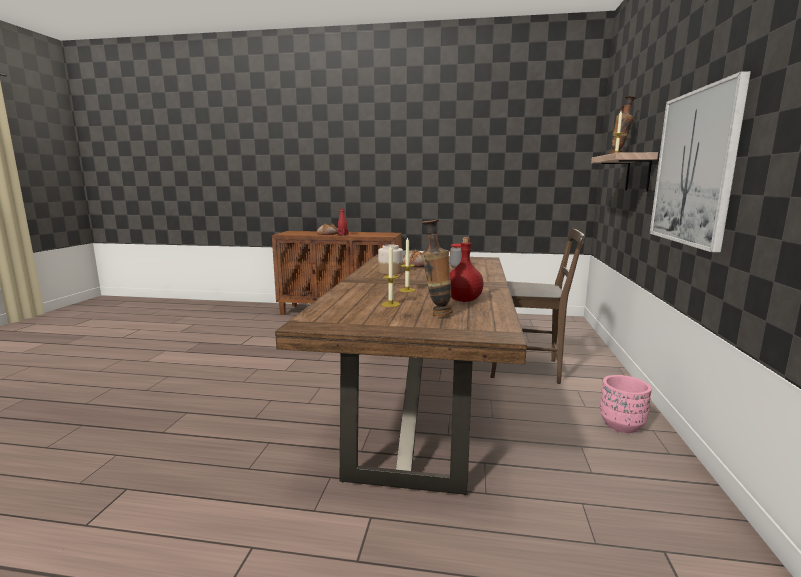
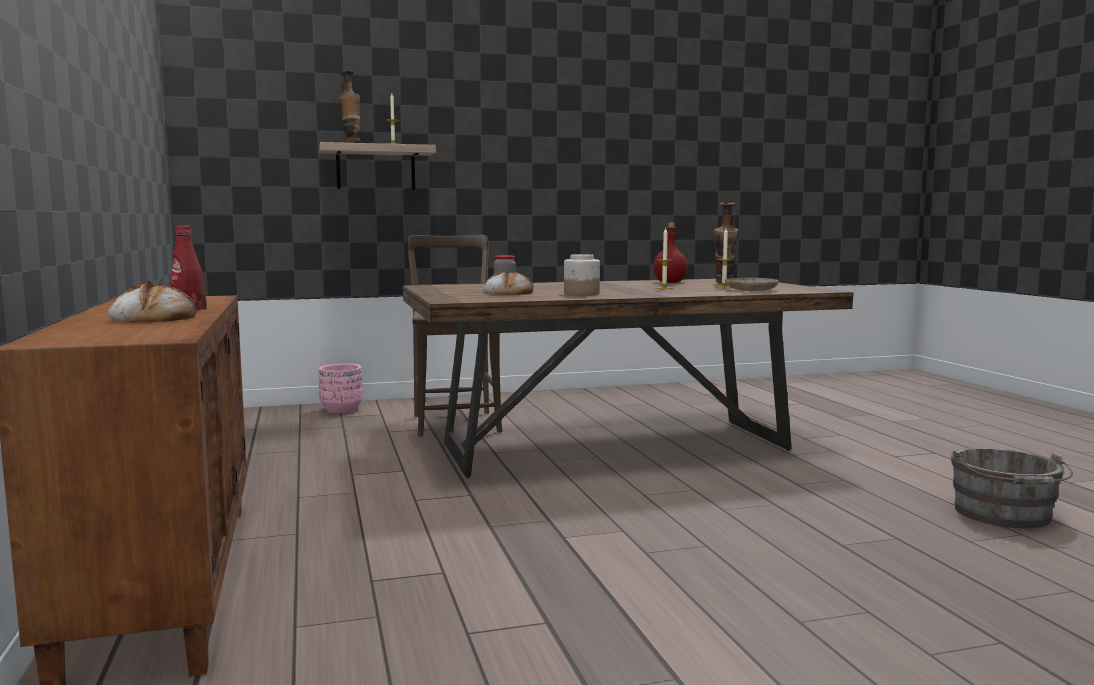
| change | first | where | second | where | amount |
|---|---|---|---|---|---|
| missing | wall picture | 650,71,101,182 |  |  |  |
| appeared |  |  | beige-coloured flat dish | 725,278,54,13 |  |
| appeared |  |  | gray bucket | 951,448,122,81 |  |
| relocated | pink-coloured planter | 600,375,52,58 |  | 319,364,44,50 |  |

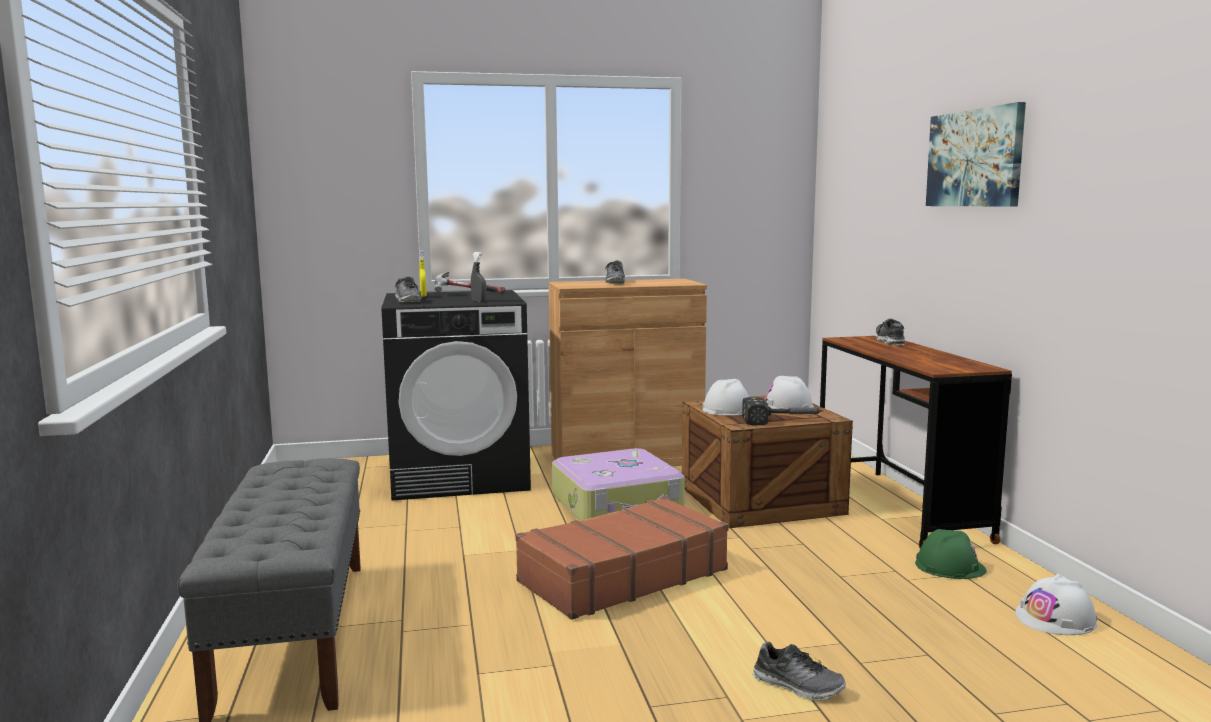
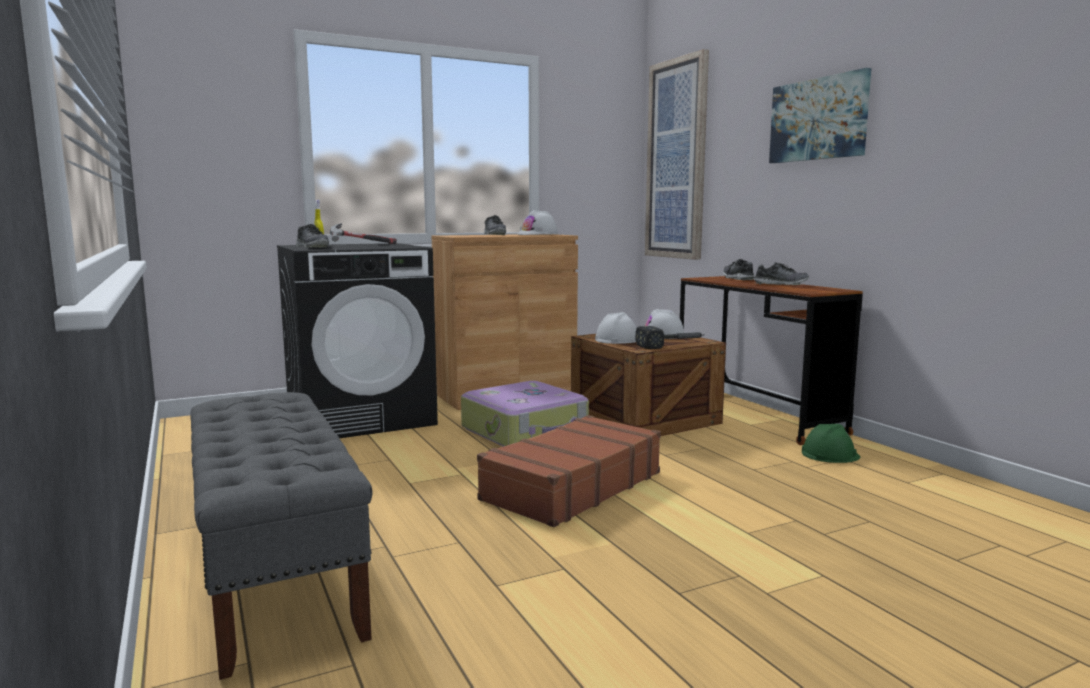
| change | first | where | second | where | amount |
|---|---|---|---|---|---|
| missing | gray sprayer | 471,252,15,50 |  |  |  |
| appeared |  |  | wall picture | 645,49,64,211 |  |
| relocated | shoe | 753,642,93,59 |  | 754,262,55,23 |  |
| relocated | white-coloured safety helmet | 1015,574,82,61 |  | 518,210,40,25 |  |

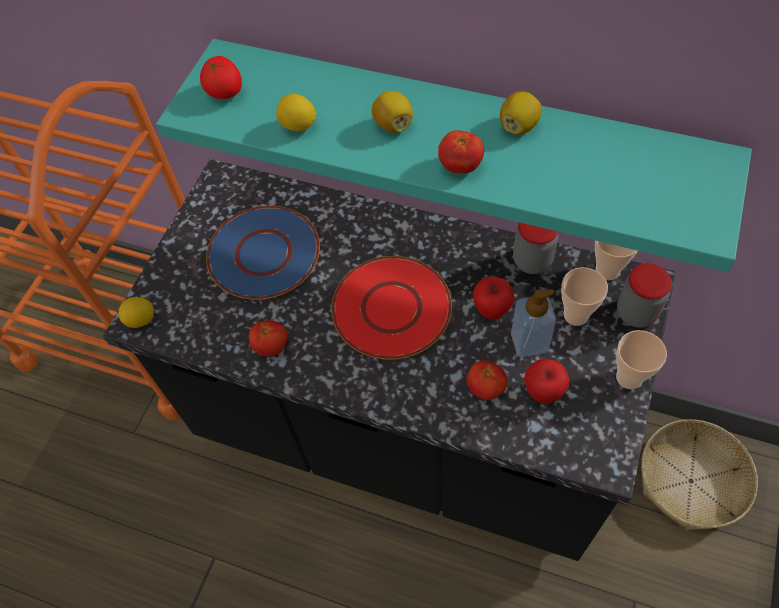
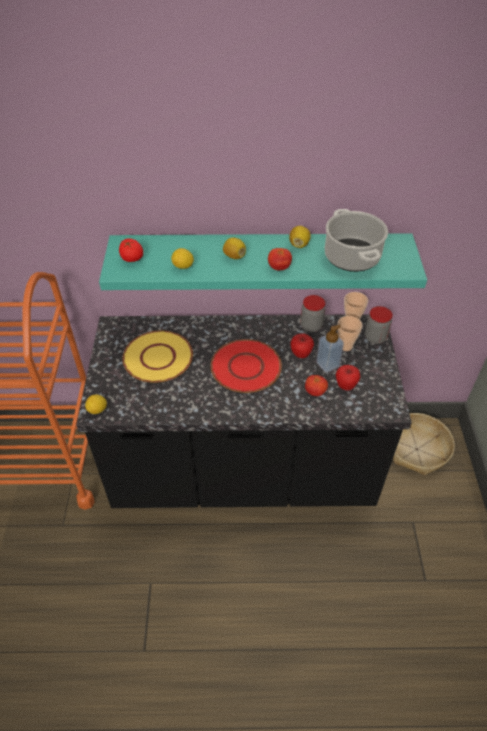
| change | first | where | second | where | amount |
|---|---|---|---|---|---|
| missing | whole tomato | 249,320,39,36 |  |  |  |
| missing | small cup | 616,330,51,59 |  |  |  |
| appeared |  |  | stockpot | 325,209,63,63 |  |
| colour | bluish flat dish | 206,206,114,94 | yellow-coloured flat dish | 123,331,70,52 |  |

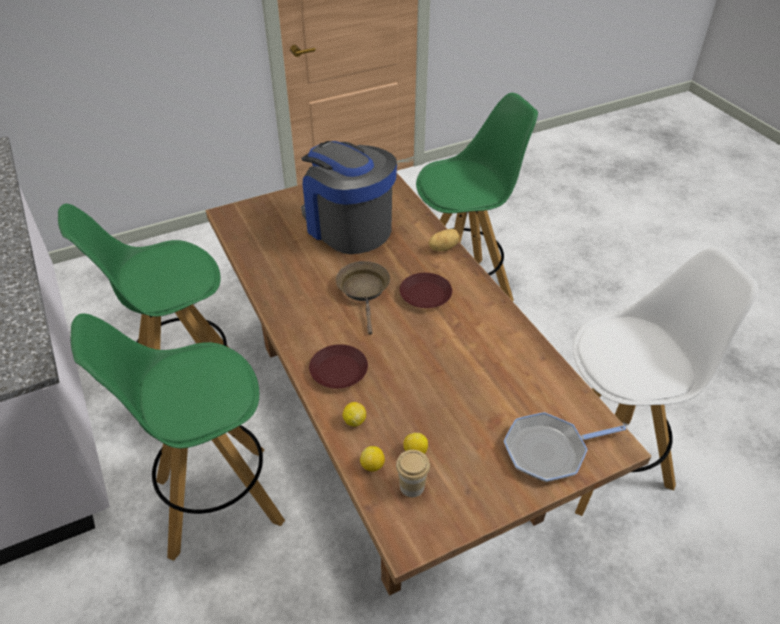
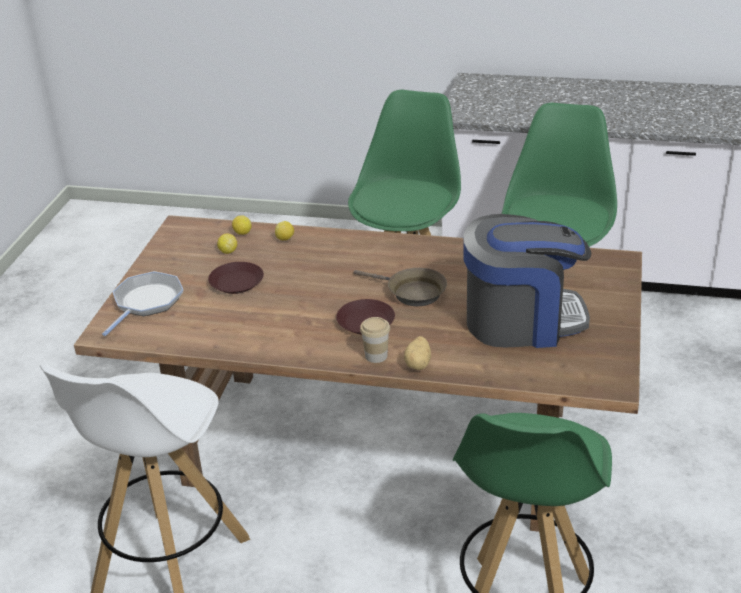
| change | first | where | second | where | amount |
|---|---|---|---|---|---|
| relocated | brown flat dish | 309,344,59,45 |  | 208,262,56,32 |  |
| relocated | small cup | 396,450,34,47 |  | 360,317,30,46 |  |

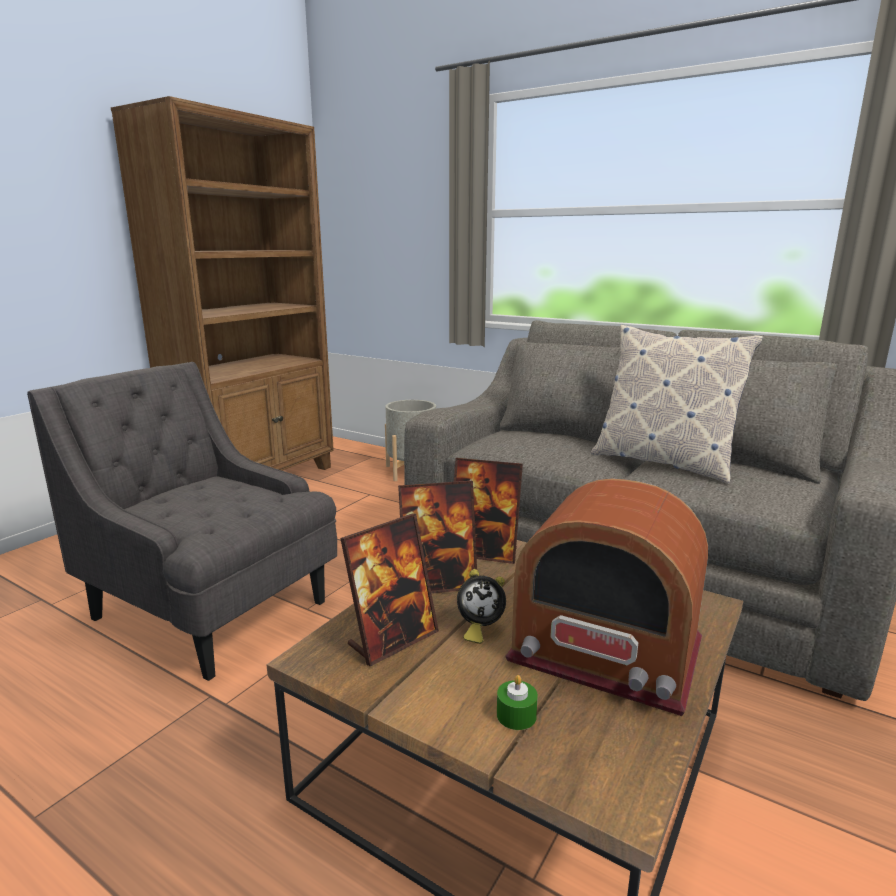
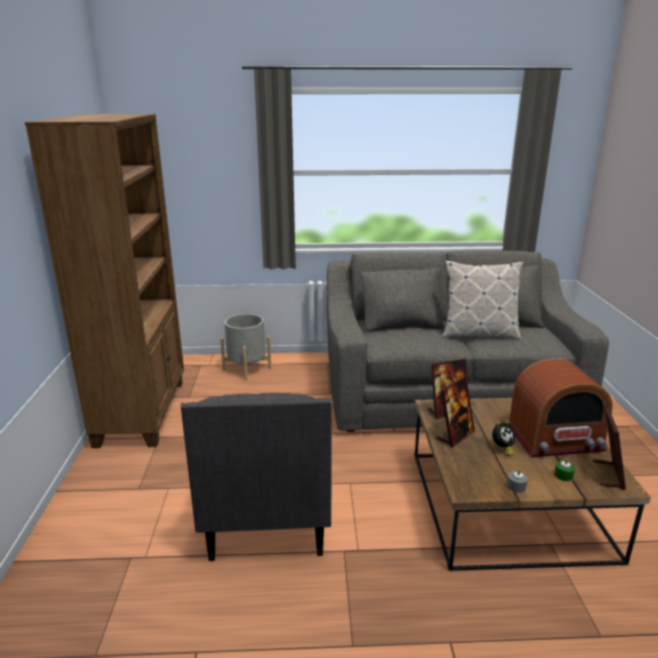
| change | first | where | second | where | amount |
|---|---|---|---|---|---|
| appeared |  |  | gray candle | 507,469,21,24 |  |
| relocated | standing frame | 340,513,99,153 |  | 593,408,33,82 |  |
| spun | gray lounge chair | 27,362,310,319 |  | 181,393,151,168 | 90 degrees counterclockwise |

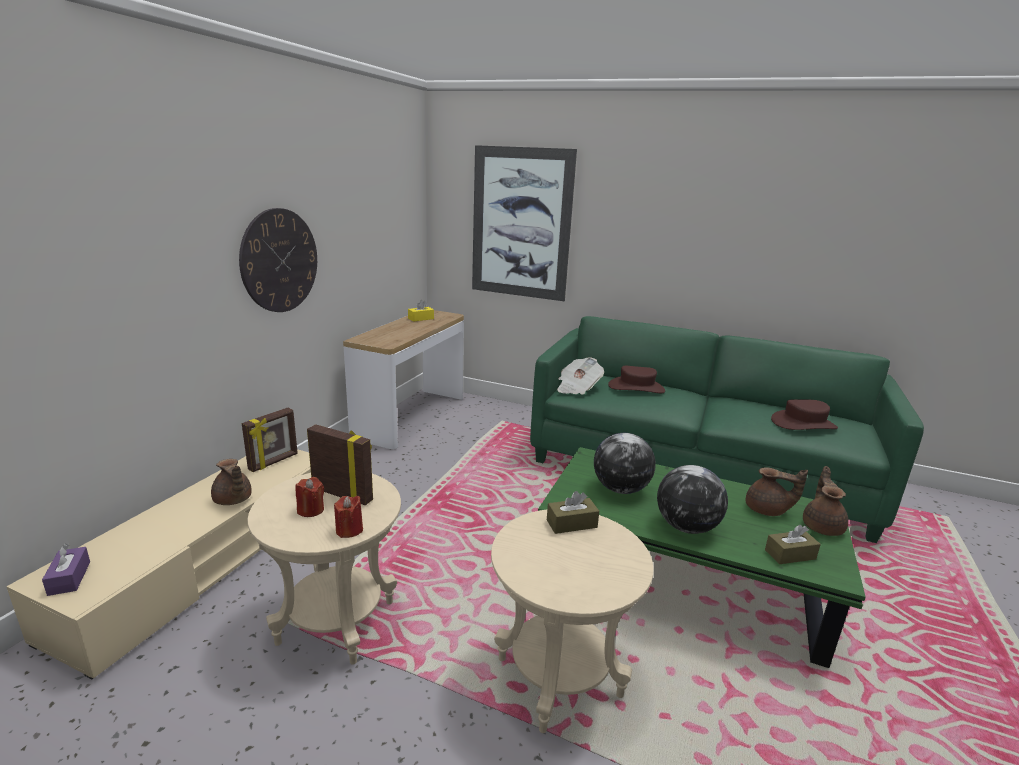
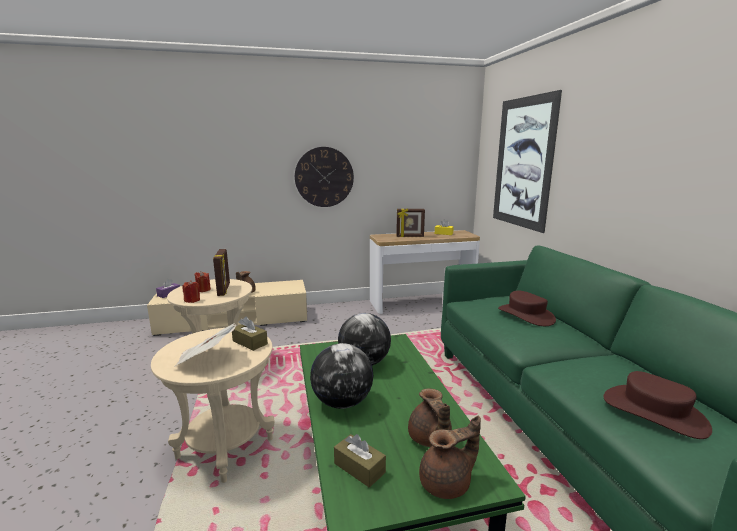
| change | first | where | second | where | amount |
|---|---|---|---|---|---|
| relocated | standing frame | 242,408,56,64 |  | 396,209,29,28 |  |
| relocated | printed paper | 557,357,47,38 |  | 174,323,62,44 |  |

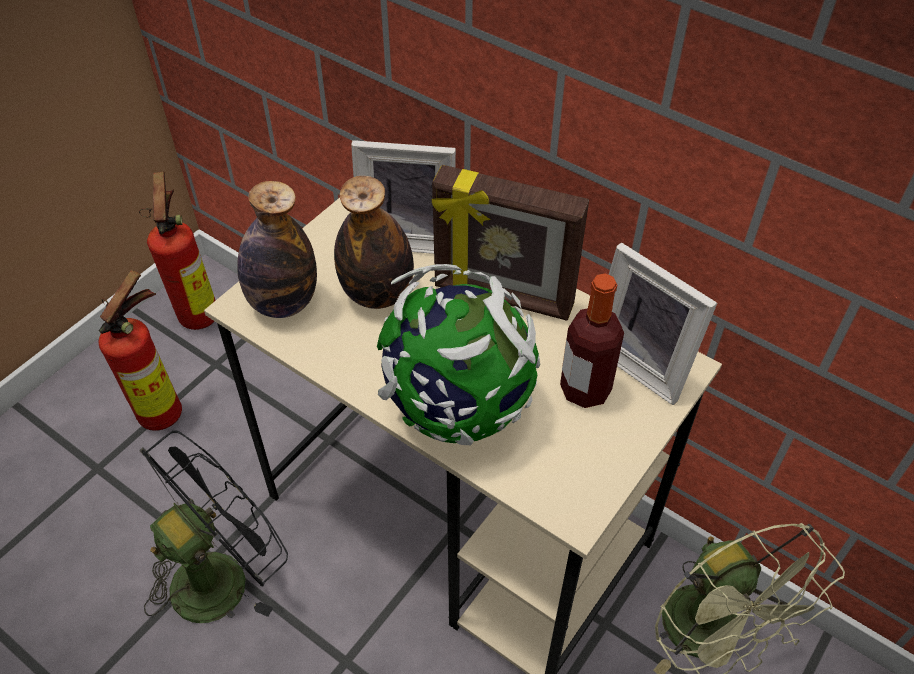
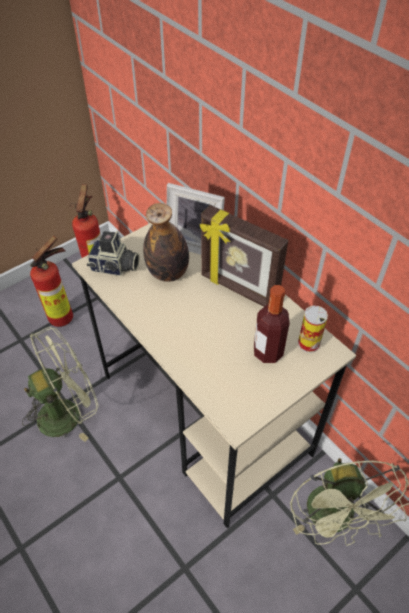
| change | first | where | second | where | amount |
|---|---|---|---|---|---|
| missing | world globe | 377,264,163,181 |  |  |  |
| exchanged | beverage bottle | 237,181,80,137 | photo camera | 87,231,53,45 |  |
| exchanged | standing frame | 609,243,108,162 | sealed can | 298,305,30,48 |  |
| colour | black-coloured cooling fan | 139,430,149,193 | greenish cooling fan | 22,327,77,115 |  |

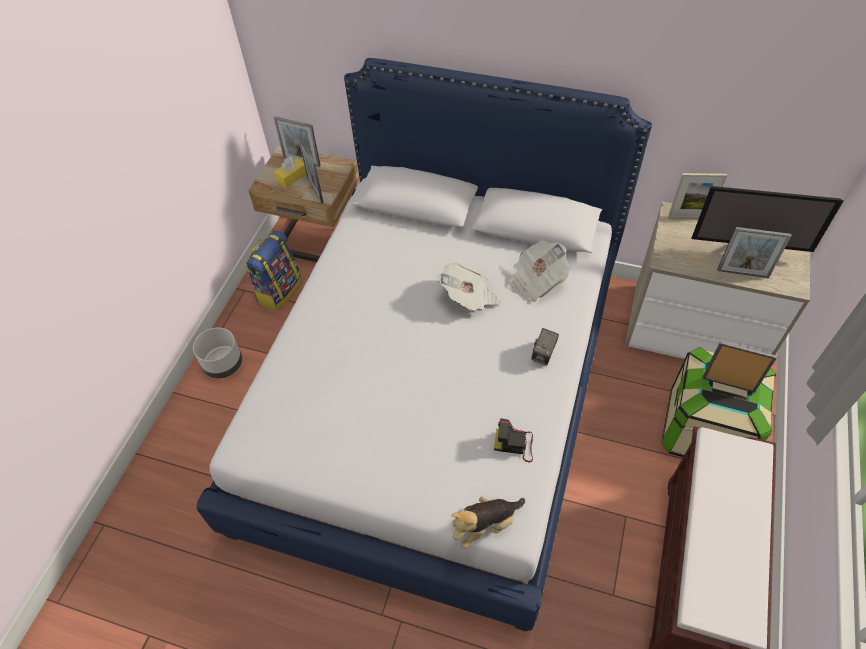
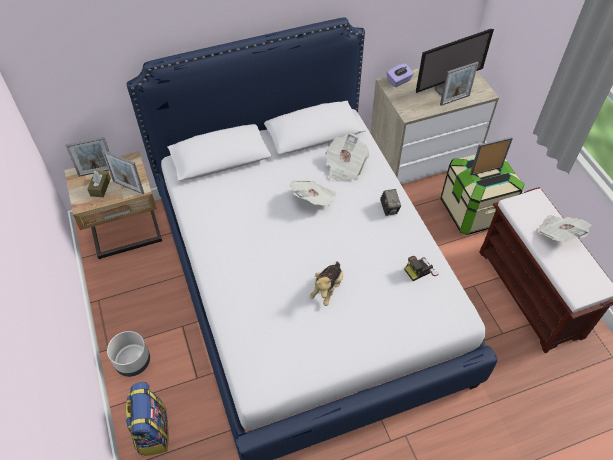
| change | first | where | second | where | amount |
|---|---|---|---|---|---|
| appeared |  |  | printed paper | 536,215,56,27 |  |
| relocated | rucksack | 247,230,55,81 |  | 125,382,44,74 |  |
| relocated | soft toy | 452,497,73,51 |  | 310,261,33,45 |  |
| exchanged | standing frame | 668,173,59,46 | purple-coloured tissue box | 387,63,27,24 |  |
| colour | yellow-coloured tissue box | 274,157,32,31 | brown tissue box | 87,170,24,27 |  |

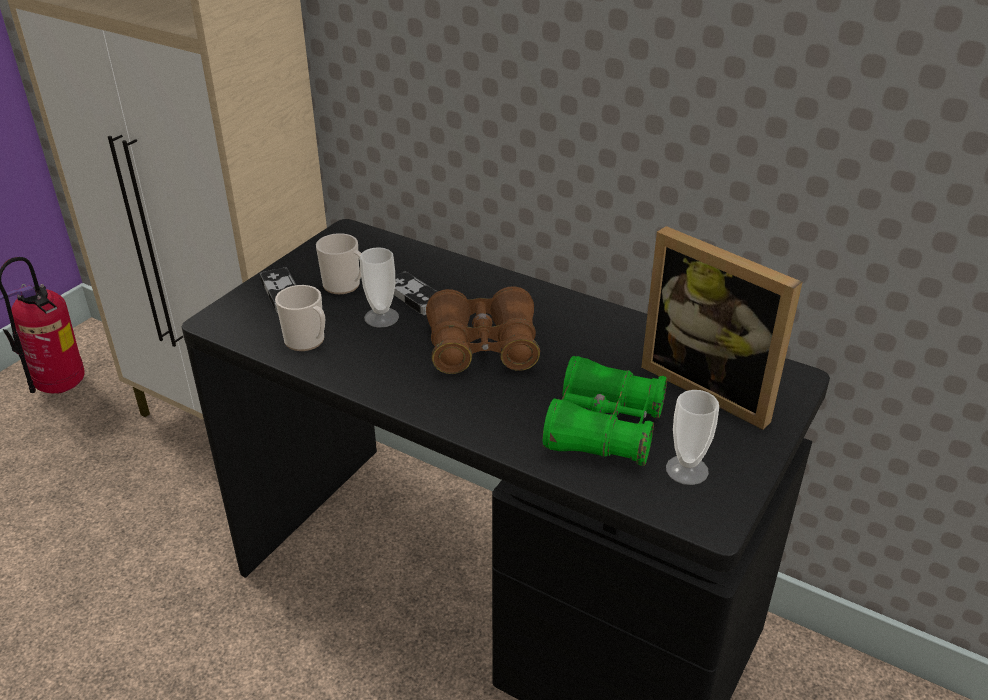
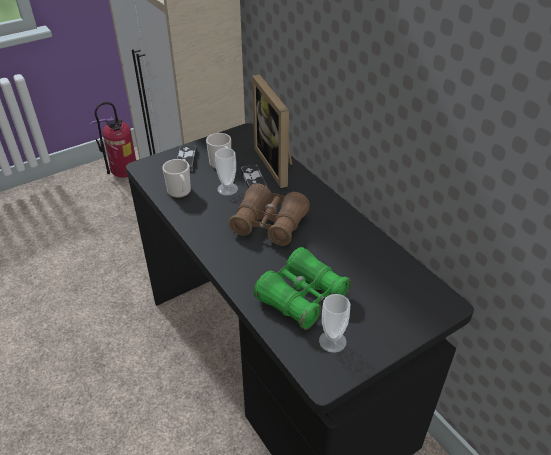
| change | first | where | second | where | amount |
|---|---|---|---|---|---|
| relocated | standing frame | 641,226,161,204 |  | 252,74,40,114 |  |

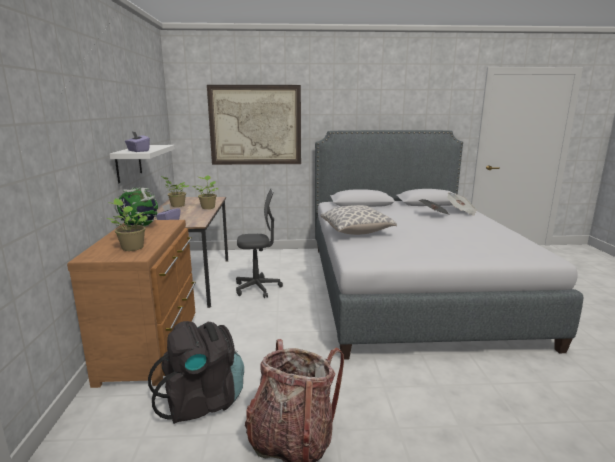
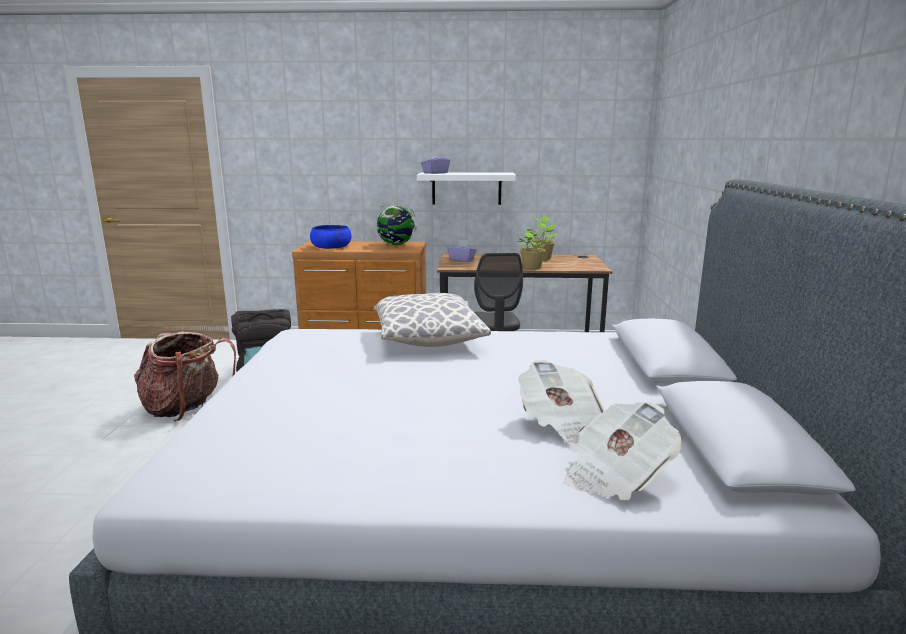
| change | first | where | second | where | amount |
|---|---|---|---|---|---|
| missing | wall picture | 207,85,94,80 |  |  |  |
| exchanged | potted plant | 106,198,42,53 | bluish deep dish | 310,225,42,24 |  |

